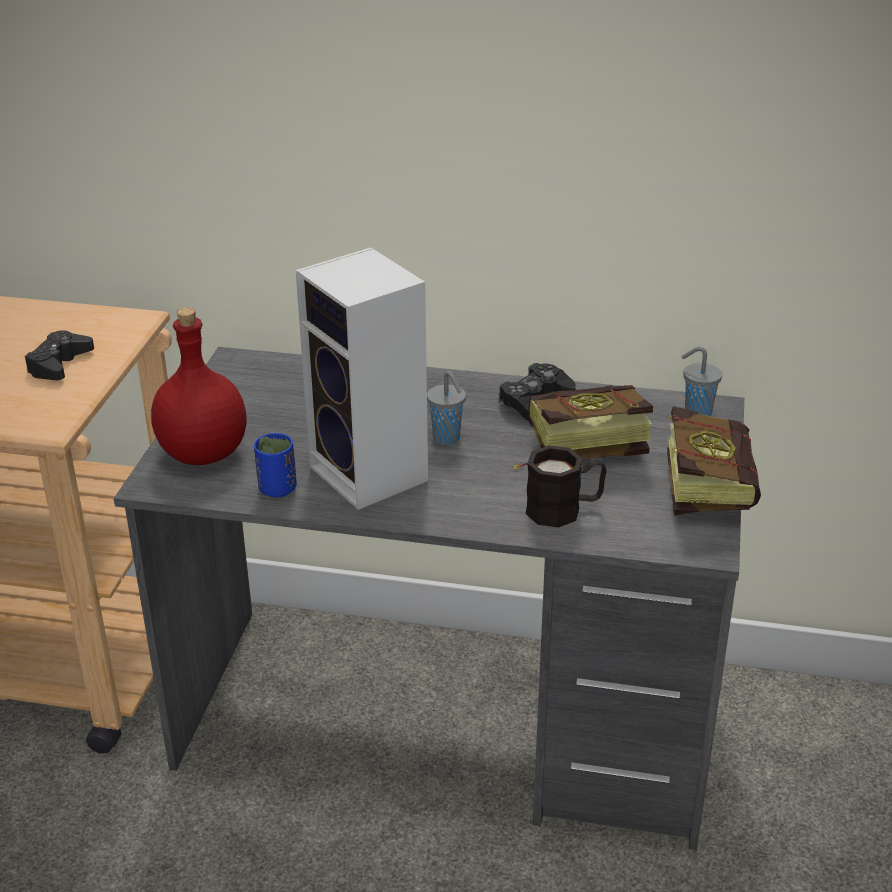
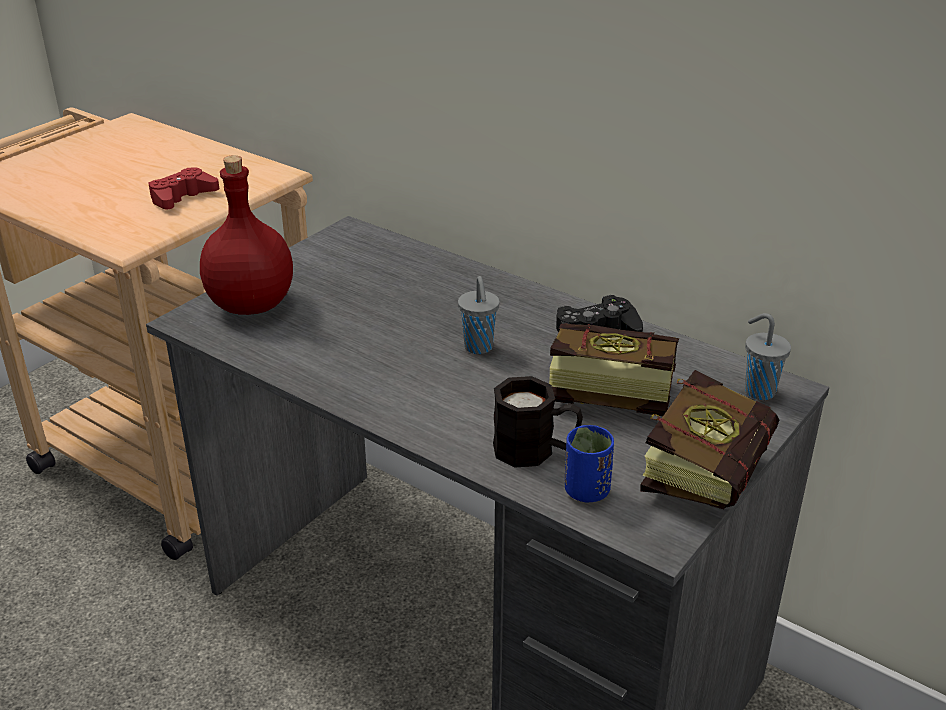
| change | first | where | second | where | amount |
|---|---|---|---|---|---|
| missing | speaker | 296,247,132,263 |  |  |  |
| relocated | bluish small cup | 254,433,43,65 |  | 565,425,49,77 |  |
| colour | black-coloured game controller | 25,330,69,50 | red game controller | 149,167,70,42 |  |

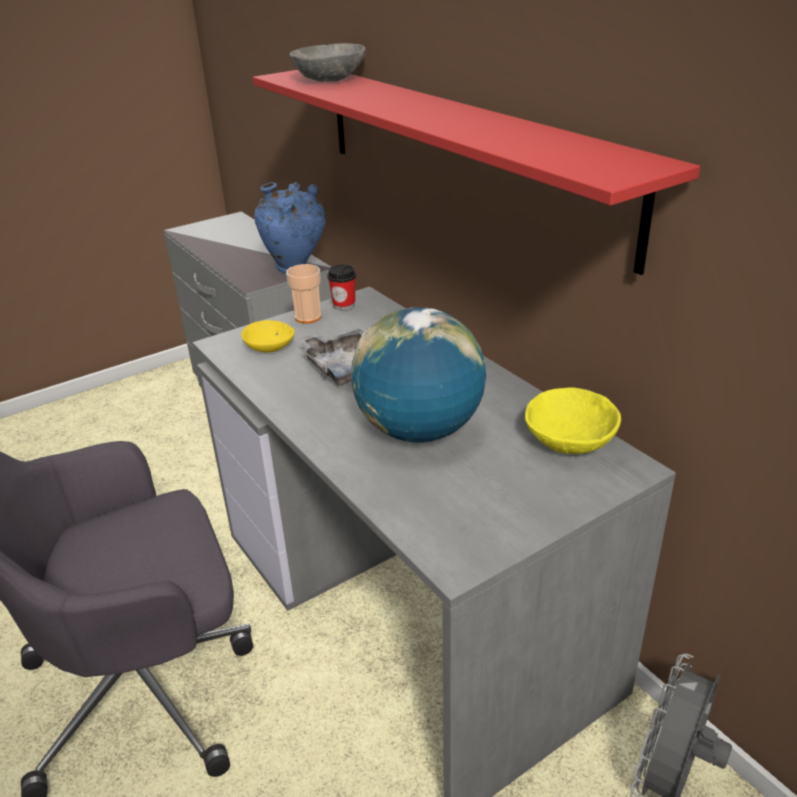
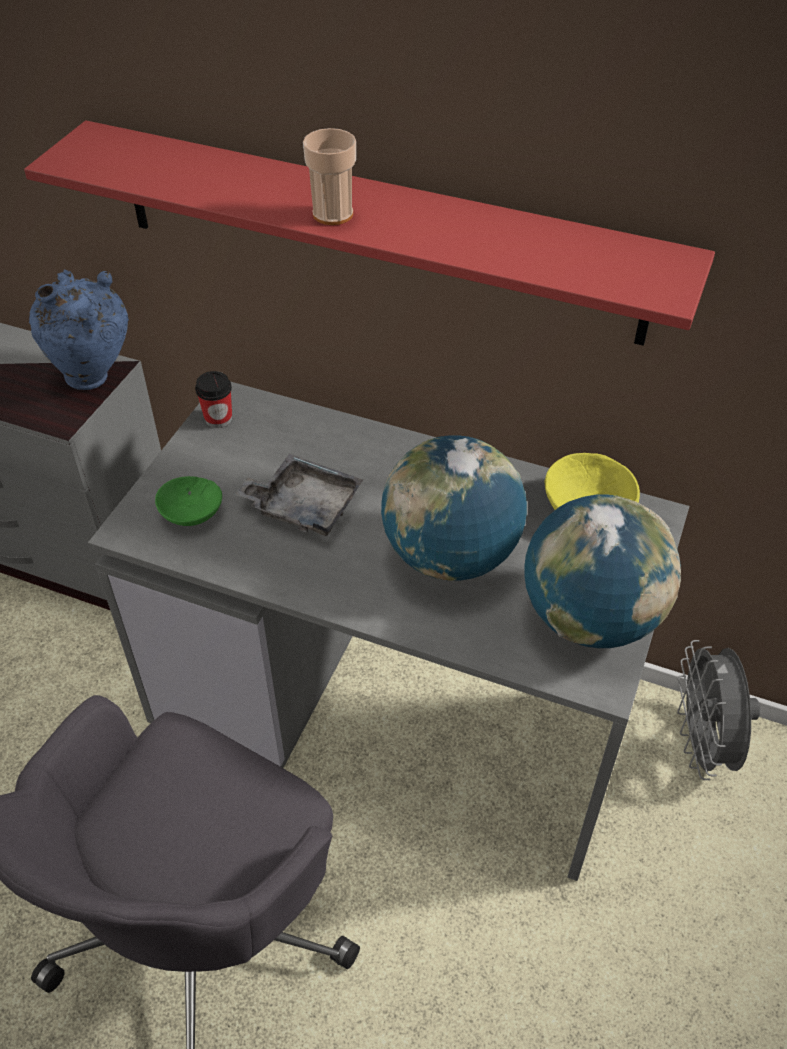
| change | first | where | second | where | amount |
|---|---|---|---|---|---|
| missing | gray deep dish | 290,43,76,39 |  |  |  |
| appeared |  |  | world globe | 524,494,157,154 |  |
| relocated | small cup | 286,264,35,60 |  | 303,128,53,97 |  |
| colour | yellow-coloured deep dish | 241,320,53,32 | greenish deep dish | 155,476,67,50 |  |

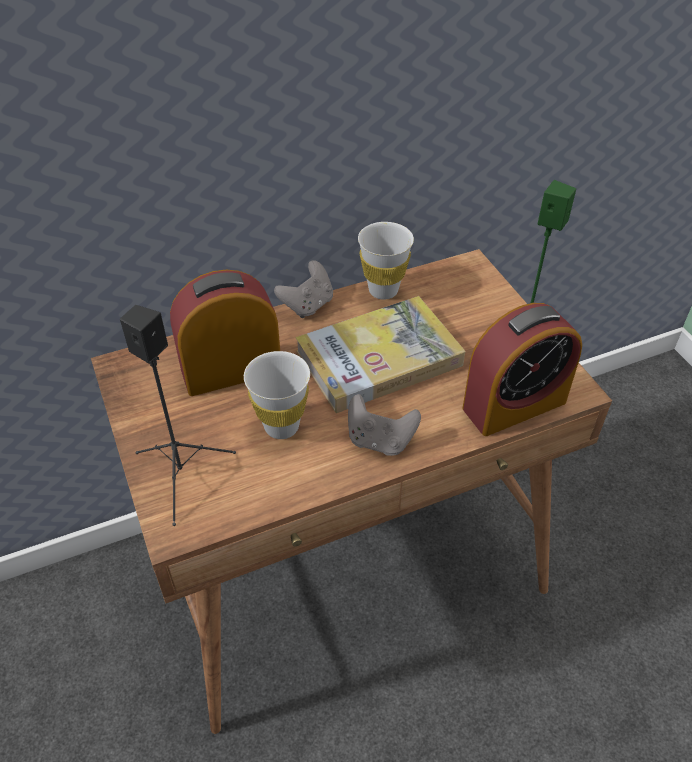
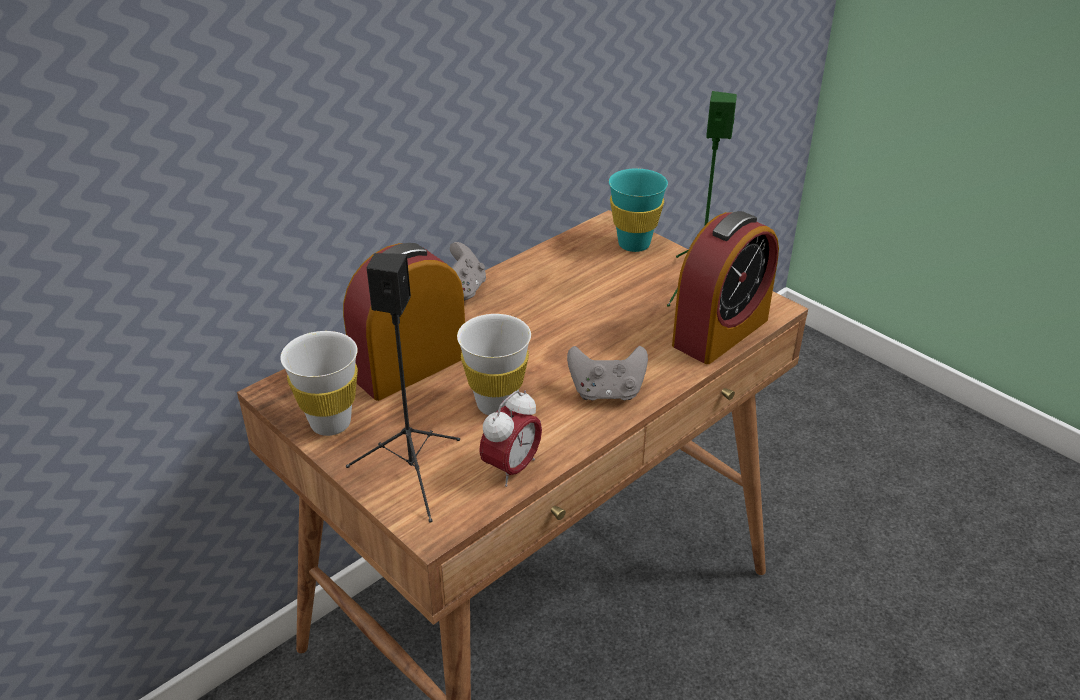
| change | first | where | second | where | amount |
|---|---|---|---|---|---|
| missing | book | 295,296,170,117 |  |  |  |
| appeared |  |  | alarm clock | 479,390,63,97 |  |
| appeared |  |  | turquoise small cup | 609,169,59,83 |  |
| relocated | white-coloured small cup | 358,222,56,78 |  | 280,331,78,105 |  |

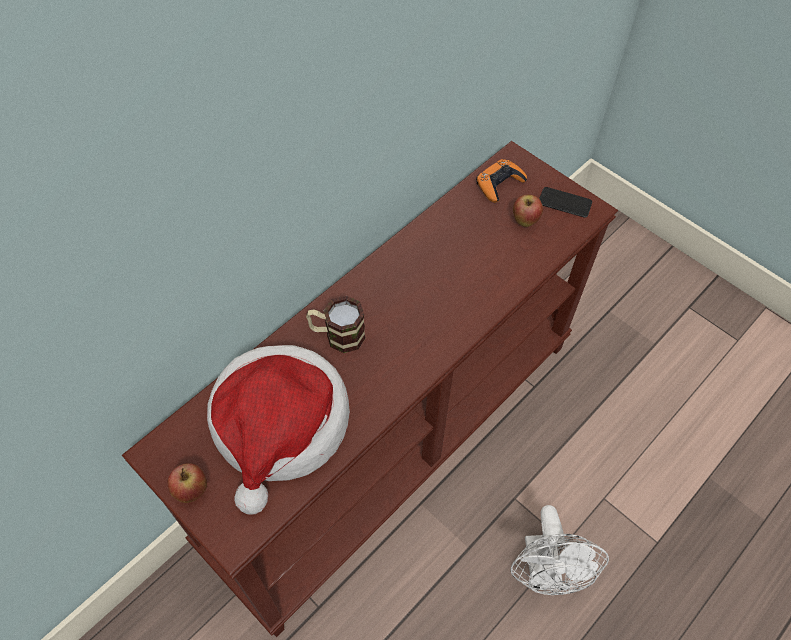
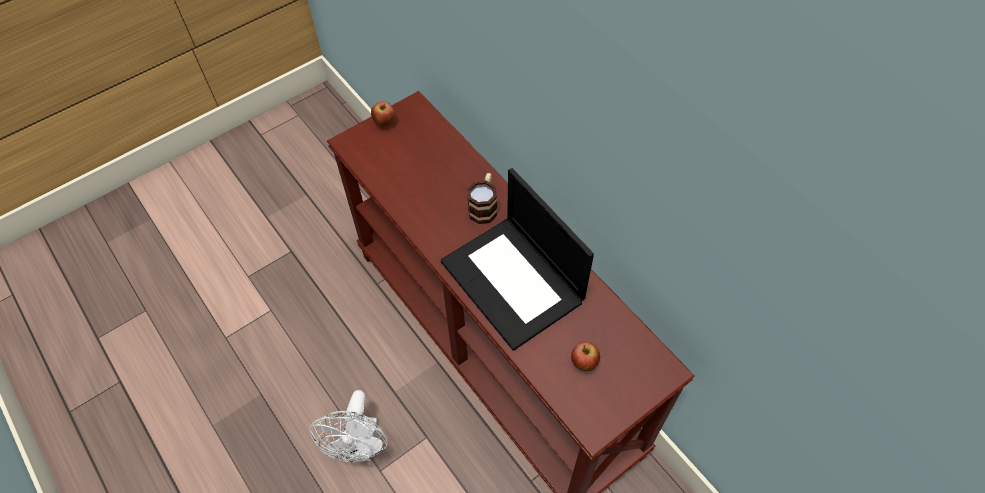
| change | first | where | second | where | amount |
|---|---|---|---|---|---|
| missing | wearable hat | 207,345,143,170 |  |  |  |
| missing | orange-coloured game controller | 476,159,51,44 |  |  |  |
| missing | phone | 539,187,53,31 |  |  |  |
| appeared |  |  | notebook computer | 441,168,153,183 |  |
| spun | white-coloured cooling fan | 511,505,98,90 |  | 309,390,79,72 | 90 degrees counterclockwise |

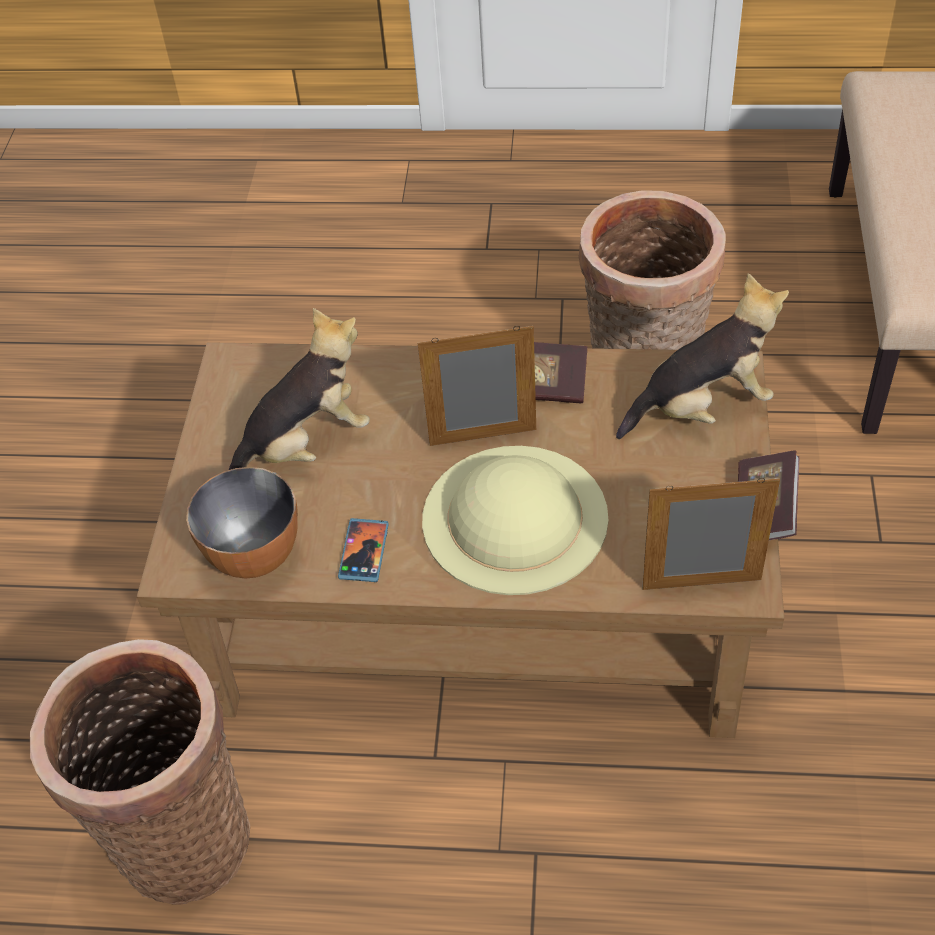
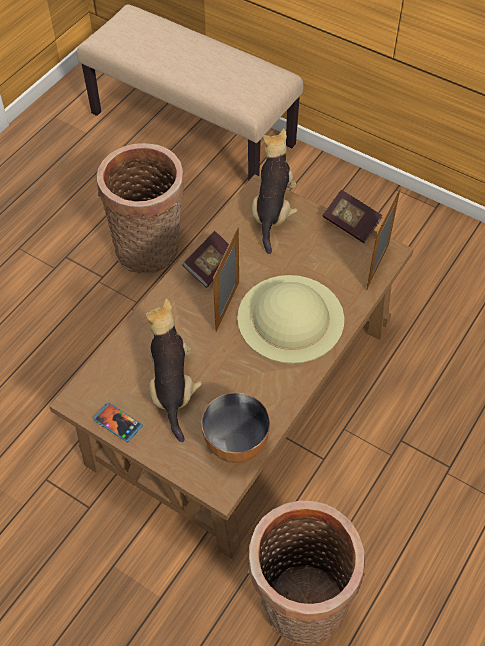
| change | first | where | second | where | amount |
|---|---|---|---|---|---|
| relocated | phone | 338,518,51,64 |  | 93,402,50,40 |  |

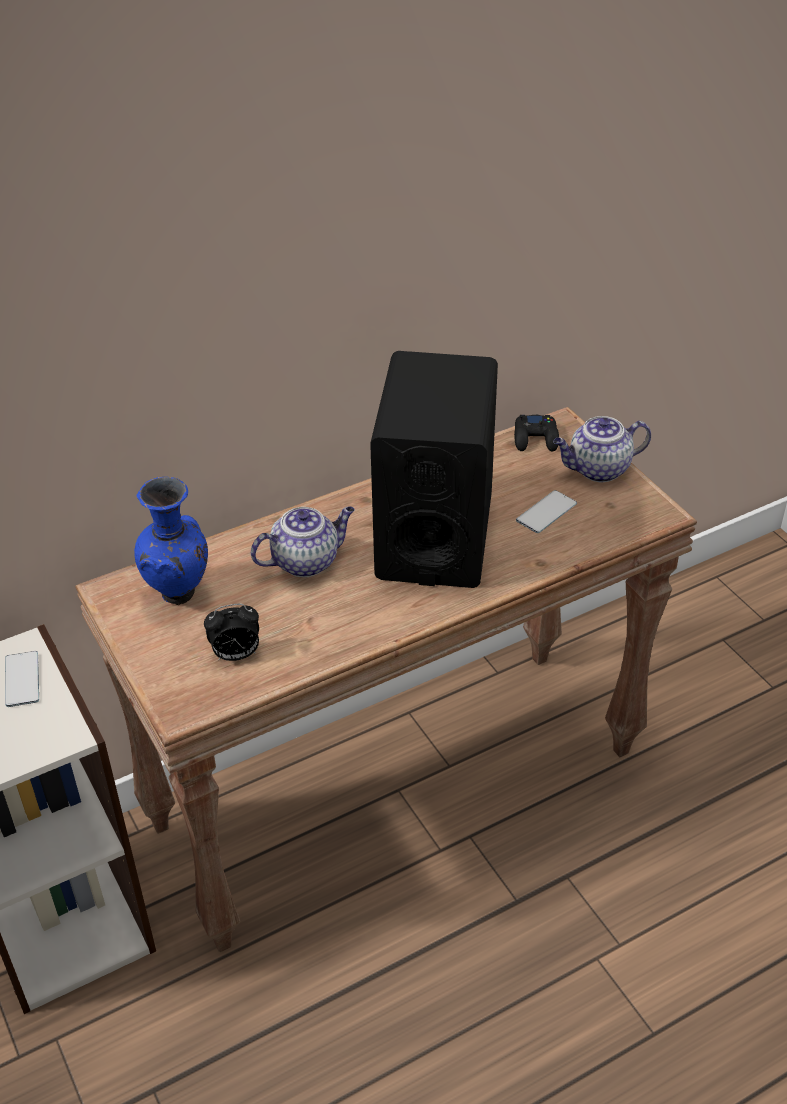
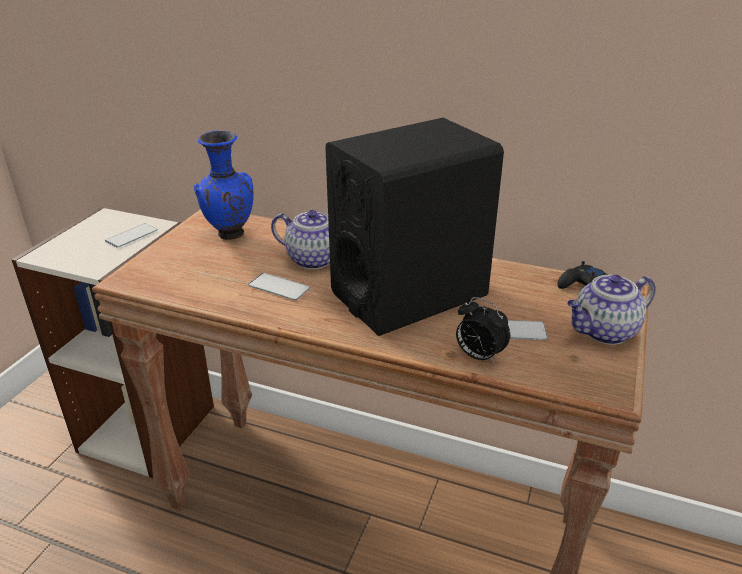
| change | first | where | second | where | amount |
|---|---|---|---|---|---|
| appeared |  |  | phone | 248,273,62,27 |  |
| relocated | alarm clock | 204,604,55,57 |  | 456,297,54,67 |  |
| spun | tea pot | 553,416,98,66 |  | 567,275,88,70 | 60 degrees counterclockwise |

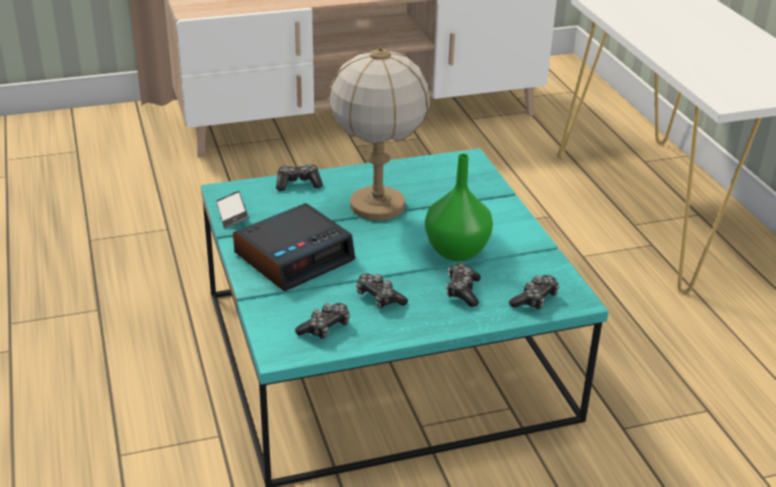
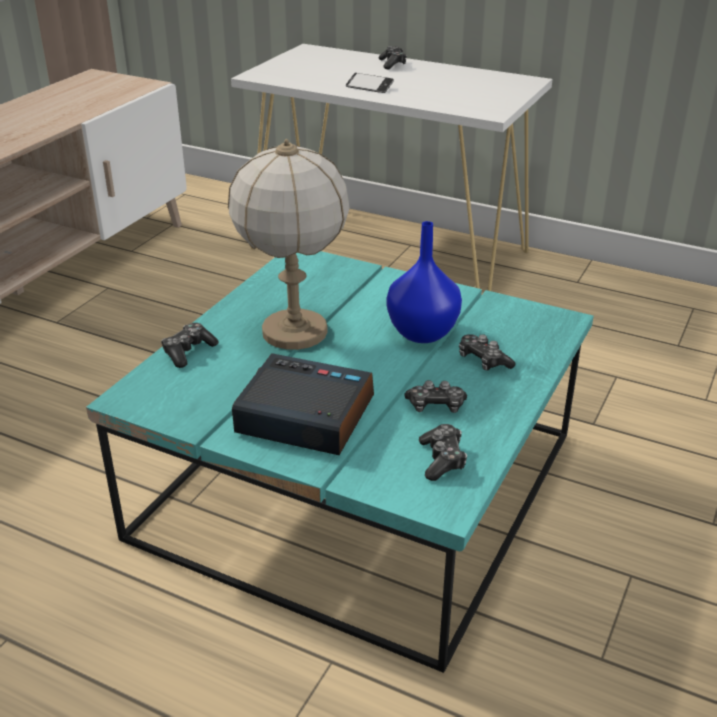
| change | first | where | second | where | amount |
|---|---|---|---|---|---|
| relocated | phone | 216,191,32,37 |  | 346,73,48,20 |  |
| relocated | game controller | 509,275,51,35 |  | 379,46,28,23 |  |
| colour | greenish vase | 425,153,68,108 | bluish vase | 386,221,76,122 |  |
| spun | alarm clock | 233,203,122,88 |  | 232,353,142,102 | 75 degrees counterclockwise |

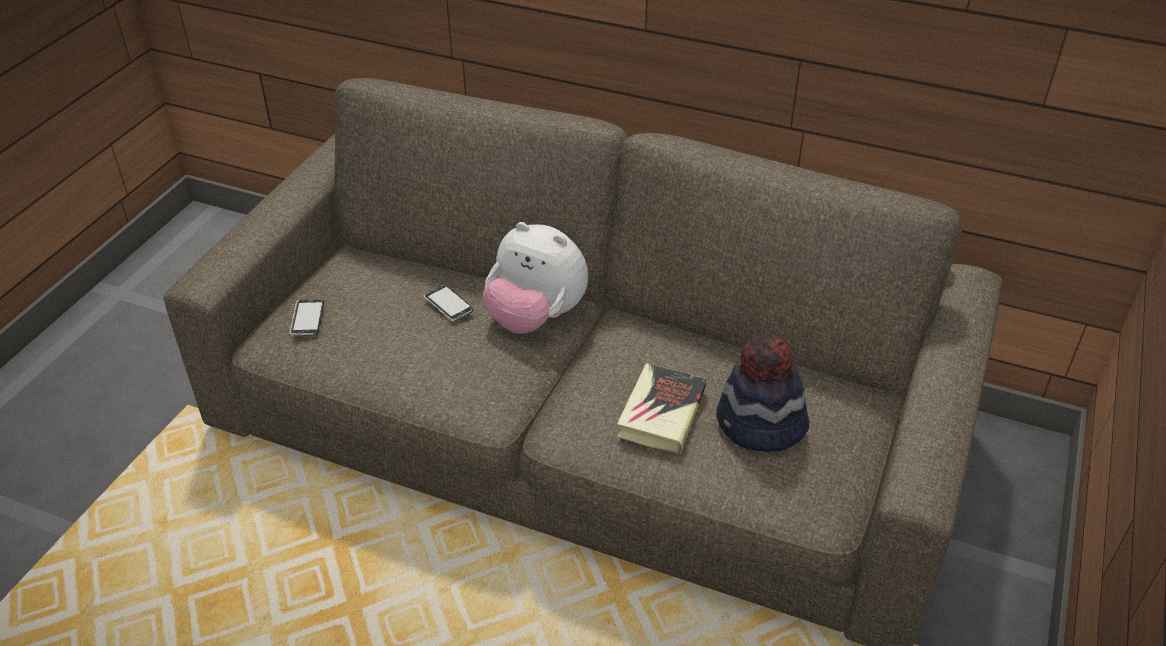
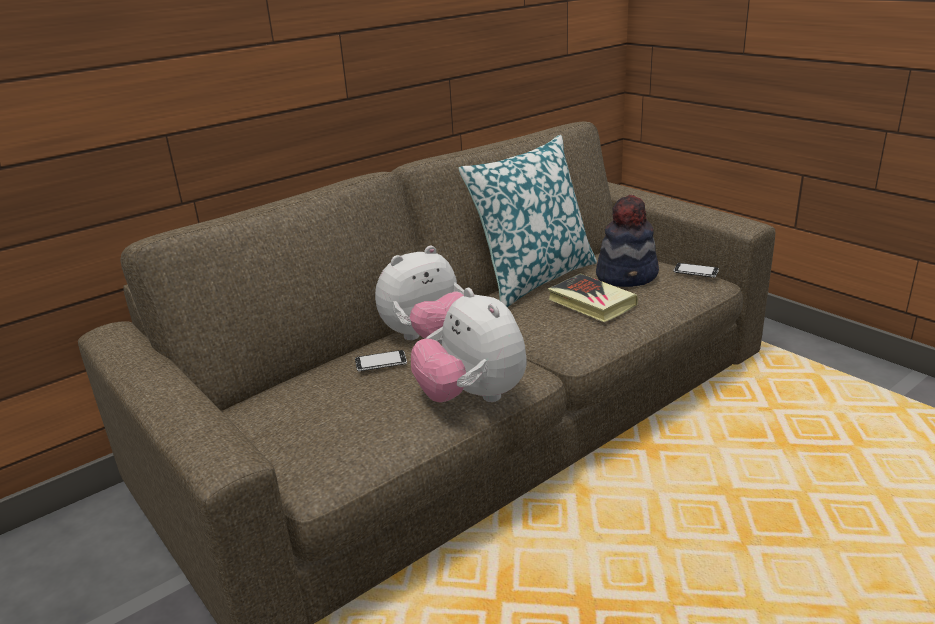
| change | first | where | second | where | amount |
|---|---|---|---|---|---|
| appeared |  |  | soft toy | 411,288,116,115 |  |
| appeared |  |  | throw pillow | 459,135,138,172 |  |
| relocated | phone | 290,299,34,37 |  | 673,263,46,15 |  |

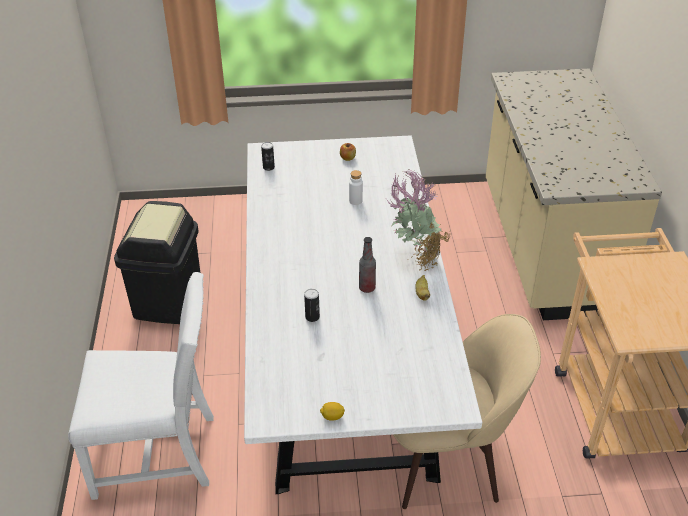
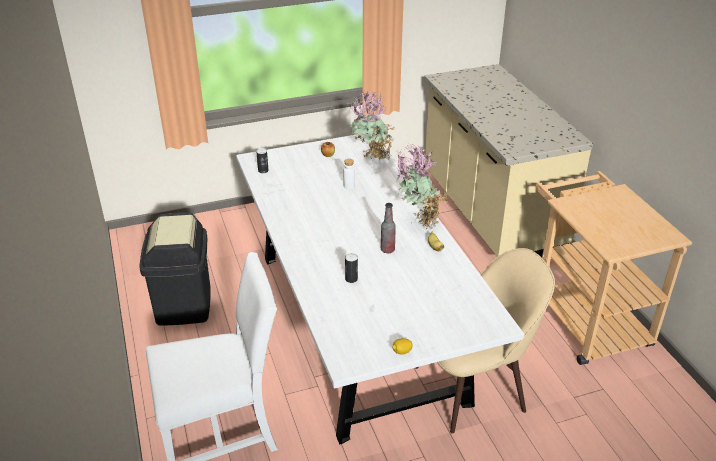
| change | first | where | second | where | amount |
|---|---|---|---|---|---|
| appeared |  |  | potted plant | 350,91,45,71 |  |

